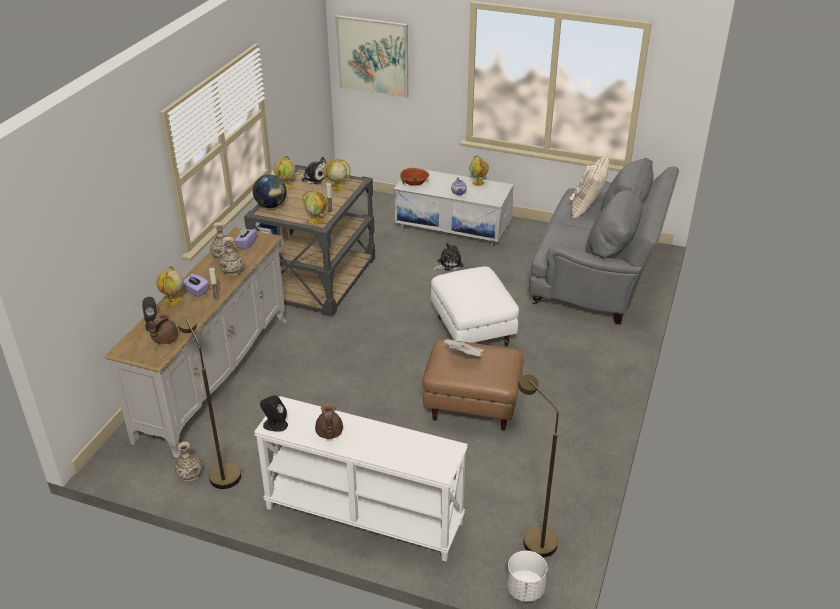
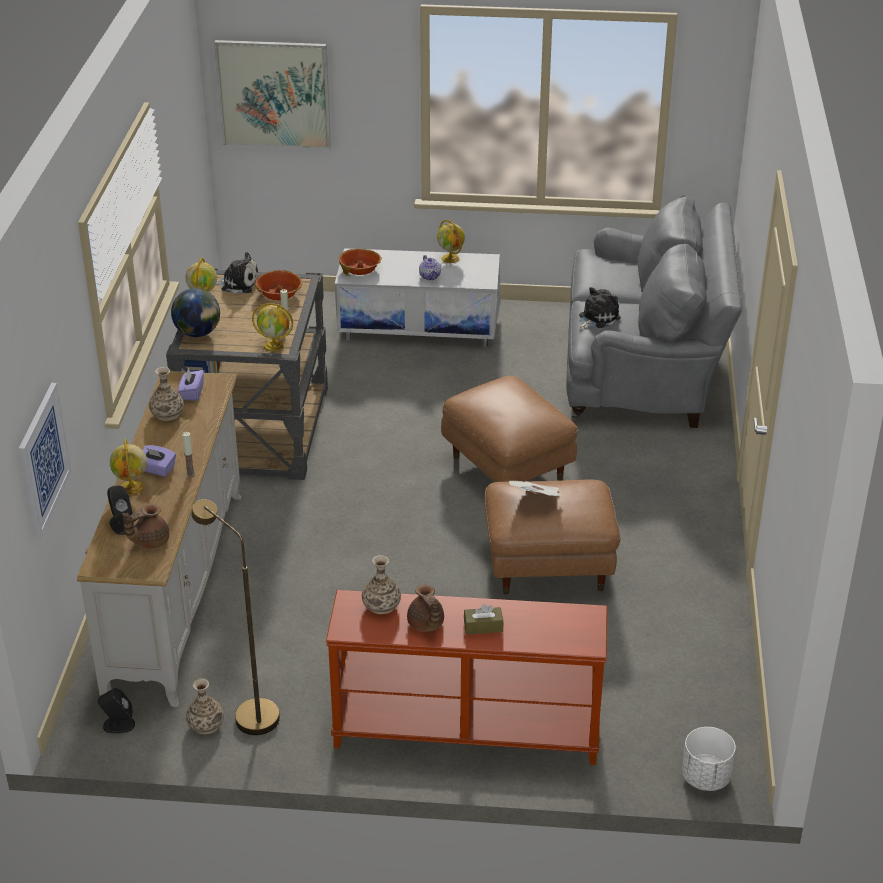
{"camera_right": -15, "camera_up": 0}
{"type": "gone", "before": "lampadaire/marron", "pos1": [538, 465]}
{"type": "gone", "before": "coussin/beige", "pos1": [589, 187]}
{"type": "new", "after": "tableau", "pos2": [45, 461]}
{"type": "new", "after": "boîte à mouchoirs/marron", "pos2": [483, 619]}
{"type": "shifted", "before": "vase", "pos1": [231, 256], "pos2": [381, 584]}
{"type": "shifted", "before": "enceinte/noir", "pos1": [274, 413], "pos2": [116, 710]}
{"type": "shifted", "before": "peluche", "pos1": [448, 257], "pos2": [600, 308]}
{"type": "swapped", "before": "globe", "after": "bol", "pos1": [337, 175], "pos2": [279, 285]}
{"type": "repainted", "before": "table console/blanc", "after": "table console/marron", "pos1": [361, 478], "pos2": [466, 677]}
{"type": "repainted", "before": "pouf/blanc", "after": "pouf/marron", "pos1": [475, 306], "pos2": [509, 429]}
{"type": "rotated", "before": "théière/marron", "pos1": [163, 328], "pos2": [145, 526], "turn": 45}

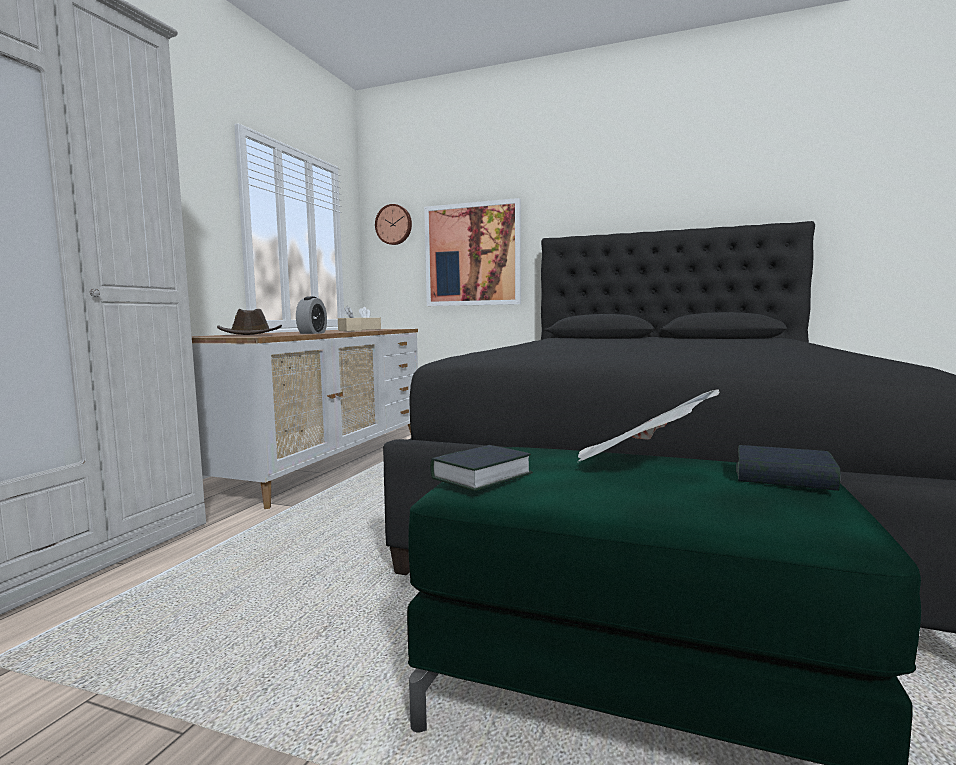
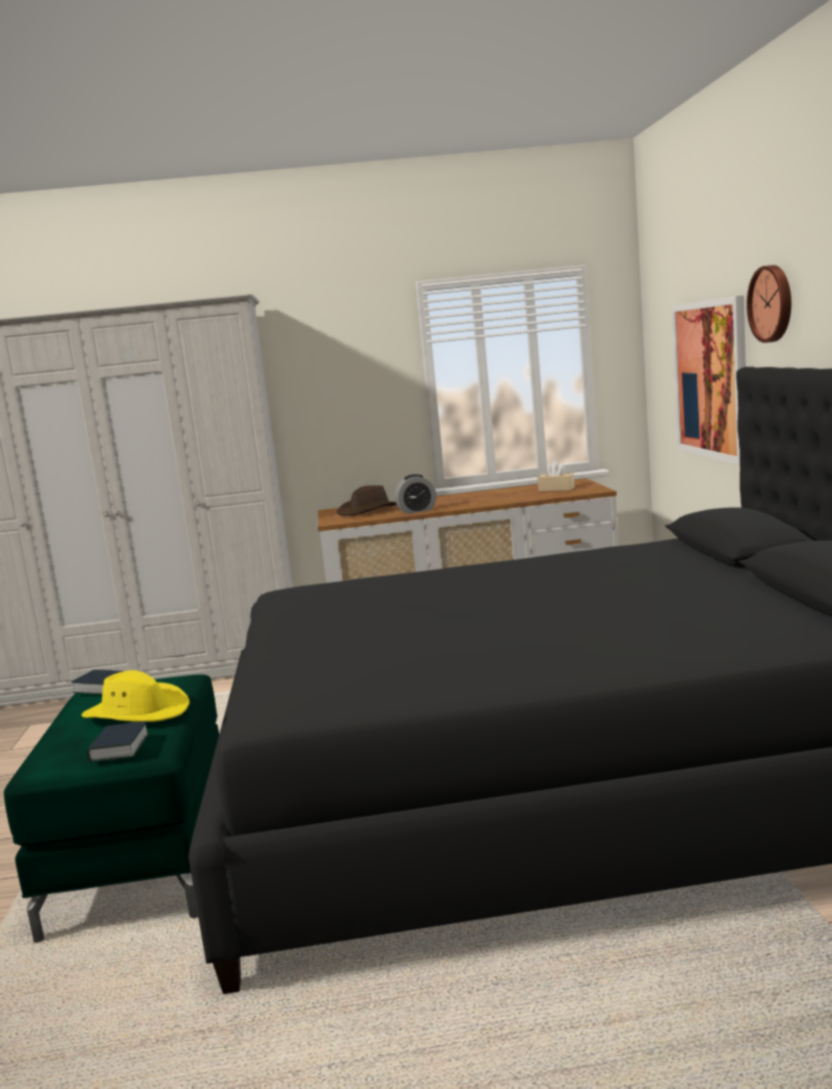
{"camera_right": 65, "camera_up": 5}
{"type": "gone", "before": "boîte à mouchoirs/beige", "pos1": [350, 318]}
{"type": "shifted", "before": "horloge murale", "pos1": [393, 224], "pos2": [769, 304]}
{"type": "swapped", "before": "journal", "after": "chapeau/jaune", "pos1": [648, 426], "pos2": [136, 696]}

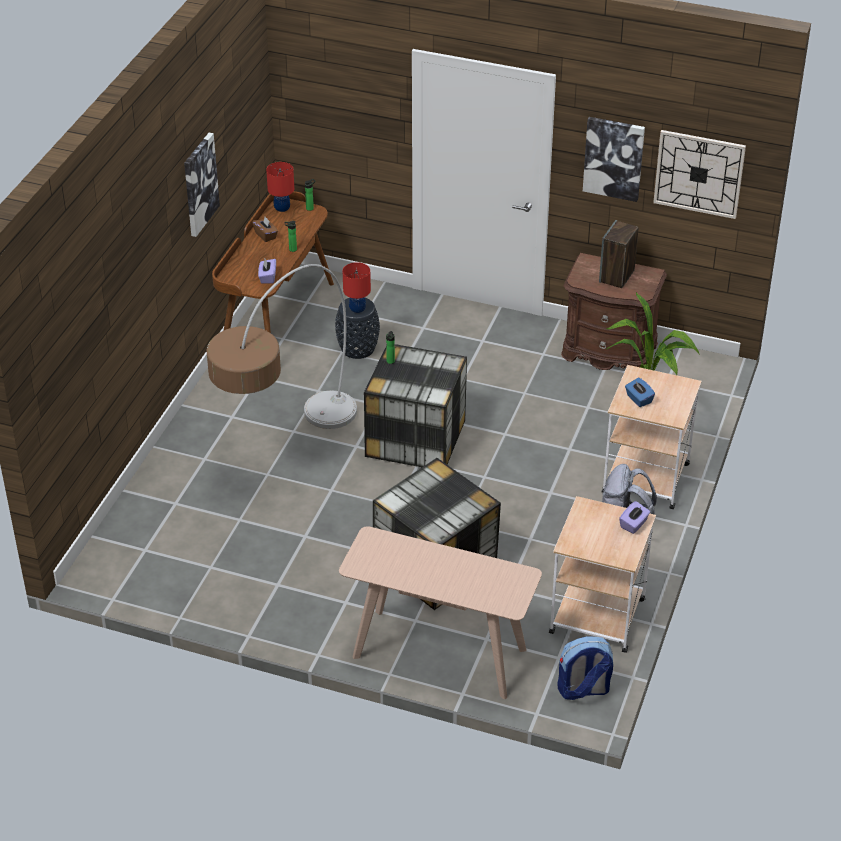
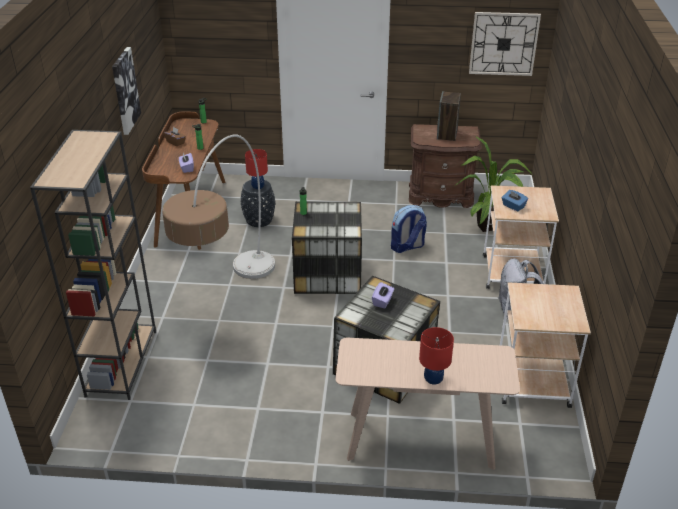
{"camera_right": -15, "camera_up": -5}
{"type": "gone", "before": "tableau", "pos1": [614, 159]}
{"type": "new", "after": "bibliothèque", "pos2": [93, 265]}
{"type": "shifted", "before": "lampe de table/rouge", "pos1": [280, 187], "pos2": [436, 356]}
{"type": "shifted", "before": "sac à dos", "pos1": [585, 668], "pos2": [409, 229]}
{"type": "shifted", "before": "boîte à mouchoirs/violet", "pos1": [634, 517], "pos2": [383, 295]}

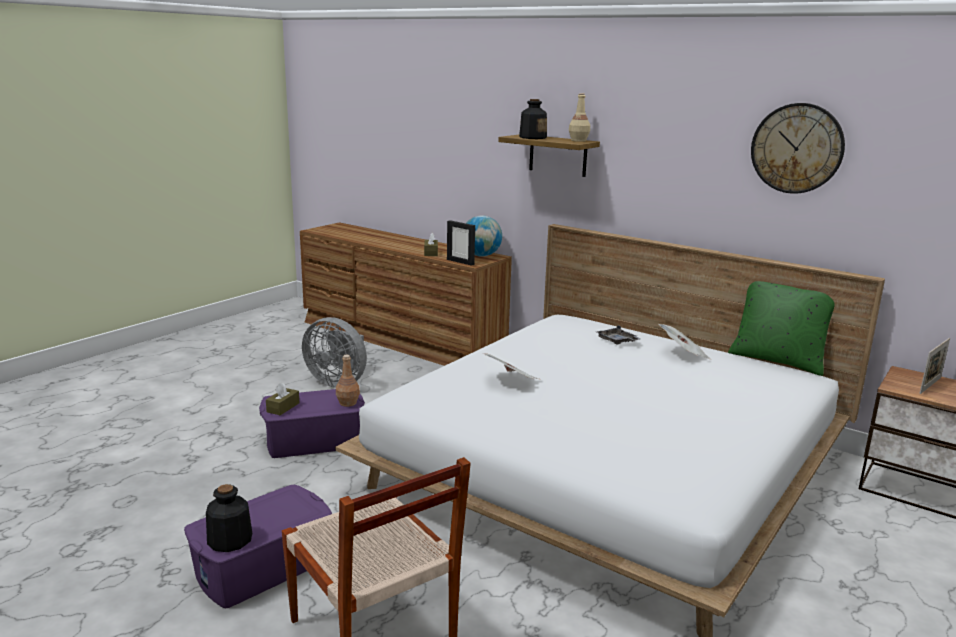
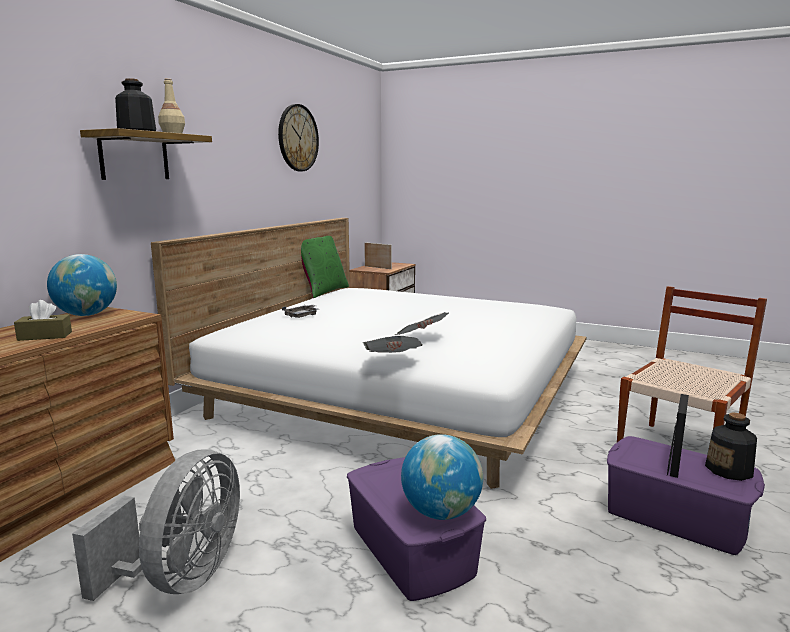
{"camera_right": -100, "camera_up": -5}
{"type": "gone", "before": "bouteille/marron", "pos1": [348, 381]}
{"type": "shifted", "before": "cadre photo", "pos1": [461, 243], "pos2": [678, 436]}
{"type": "shifted", "before": "journal", "pos1": [685, 342], "pos2": [393, 344]}
{"type": "swapped", "before": "boîte à mouchoirs/marron", "after": "globe", "pos1": [283, 398], "pos2": [442, 477]}

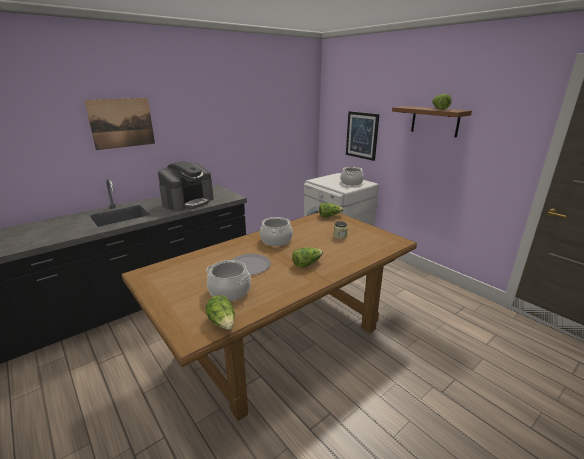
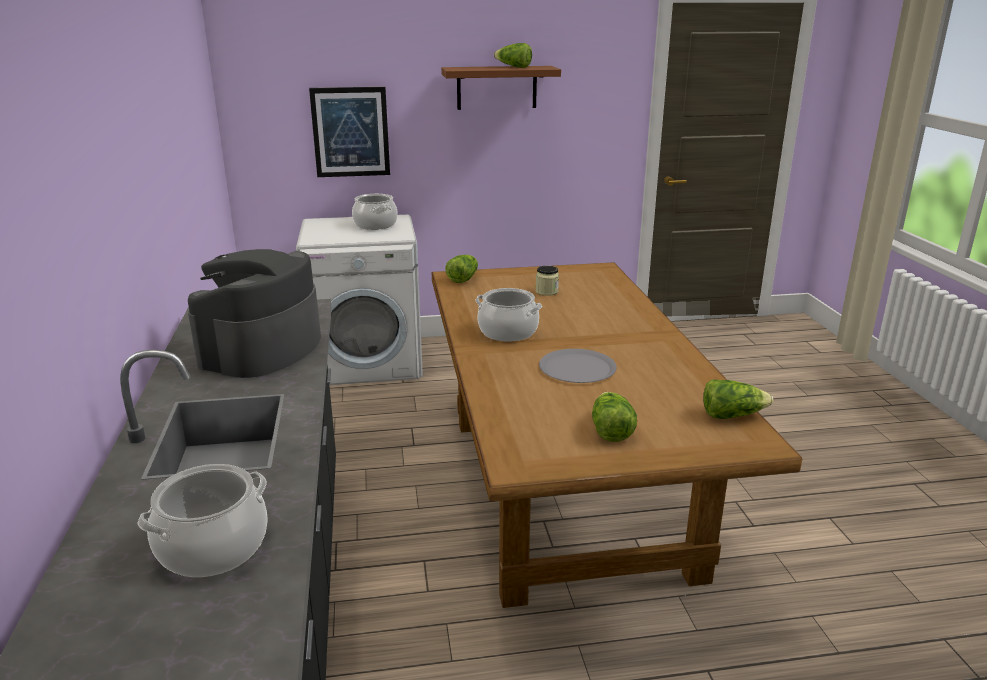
{"camera_right": -60, "camera_up": 0}
{"type": "gone", "before": "tableau", "pos1": [119, 124]}
{"type": "shifted", "before": "marmite", "pos1": [228, 280], "pos2": [202, 520]}
{"type": "shifted", "before": "laitue", "pos1": [307, 257], "pos2": [614, 417]}
{"type": "rotated", "before": "machine à café", "pos1": [186, 186], "pos2": [254, 313], "turn": -135}

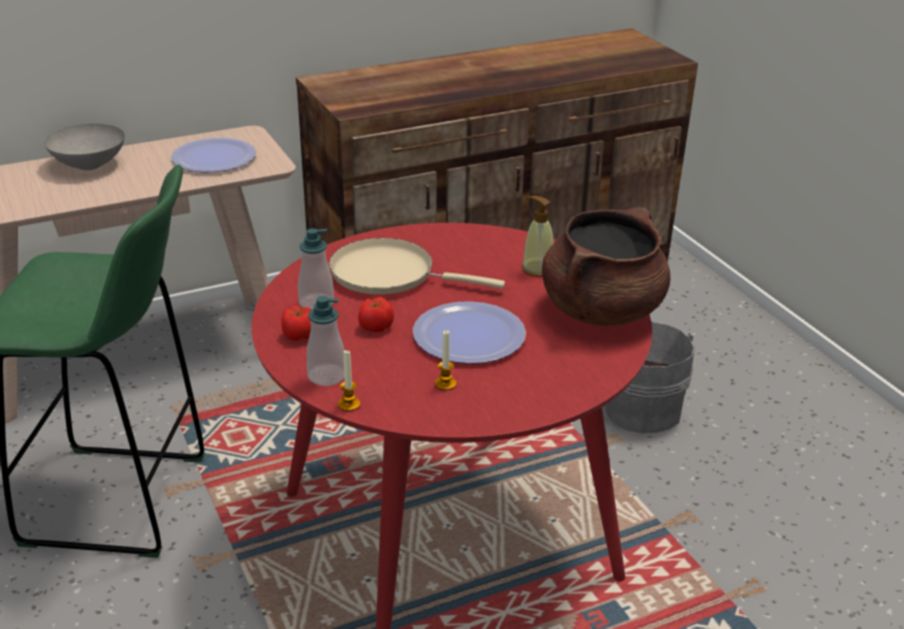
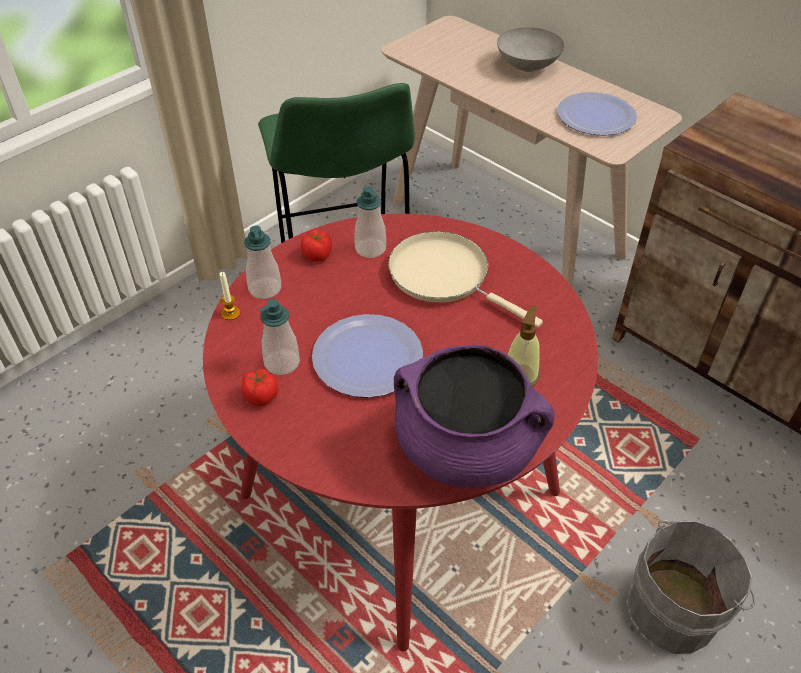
{"camera_right": 70, "camera_up": 15}
{"type": "shifted", "before": "tomate", "pos1": [376, 314], "pos2": [259, 388]}
{"type": "swapped", "before": "bougie", "after": "distributeur de savon", "pos1": [445, 360], "pos2": [279, 337]}
{"type": "repainted", "before": "marmite/marron", "after": "marmite/violet", "pos1": [606, 266], "pos2": [474, 416]}
{"type": "rotated", "before": "poêle/beige", "pos1": [417, 266], "pos2": [465, 279], "turn": -45}

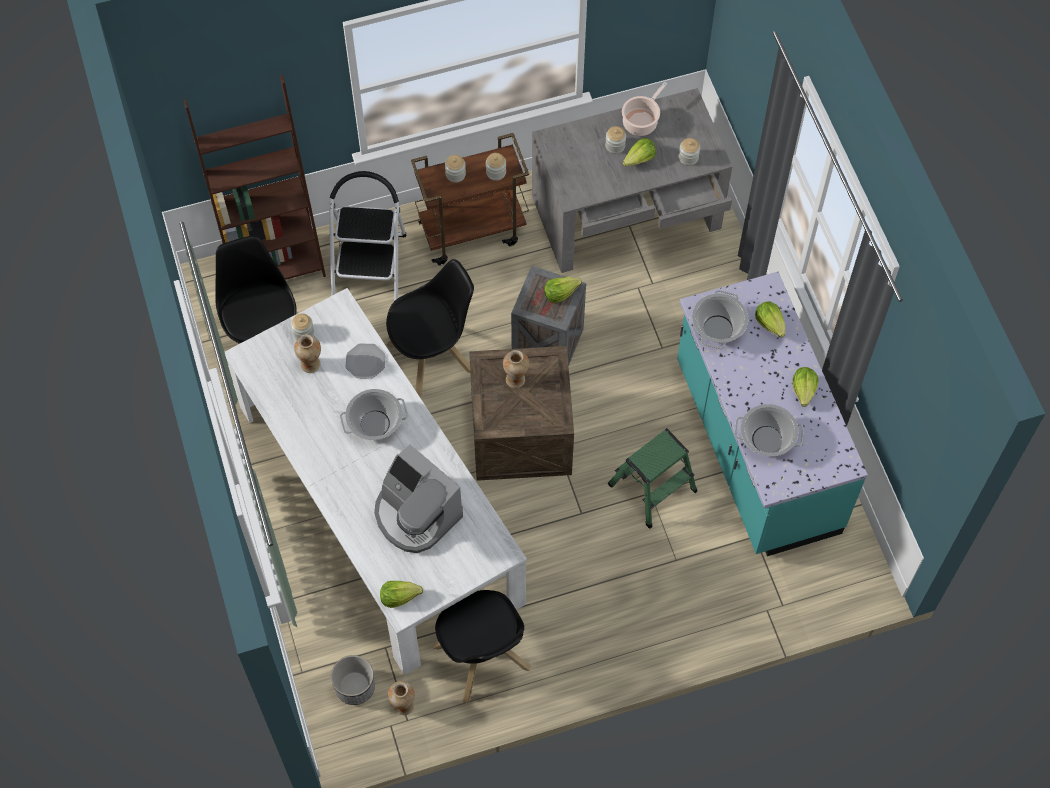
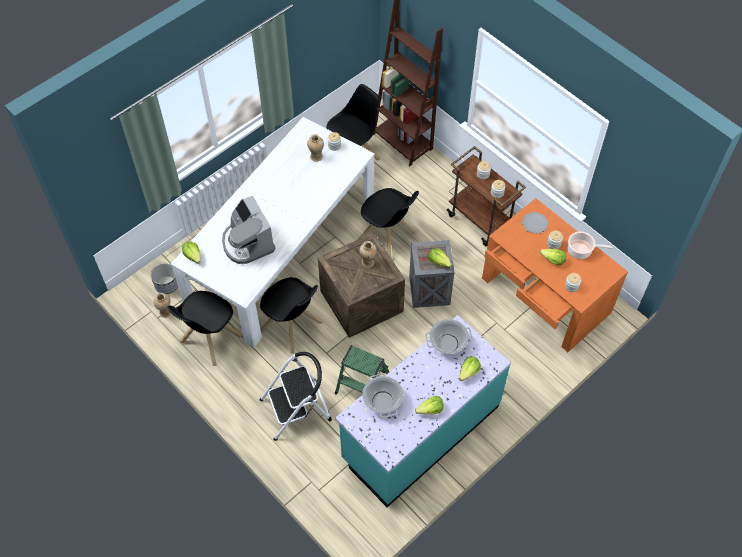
{"camera_right": 65, "camera_up": -5}
{"type": "gone", "before": "marmite", "pos1": [374, 414]}
{"type": "new", "after": "chaise/noir", "pos2": [291, 315]}
{"type": "shifted", "before": "escabeau", "pos1": [367, 236], "pos2": [295, 396]}
{"type": "shifted", "before": "assiette", "pos1": [366, 361], "pos2": [535, 223]}
{"type": "repainted", "before": "bureau/gris", "after": "bureau/orange", "pos1": [632, 180], "pos2": [555, 275]}
{"type": "rotated", "before": "machine à café", "pos1": [418, 498], "pos2": [248, 229], "turn": -45}

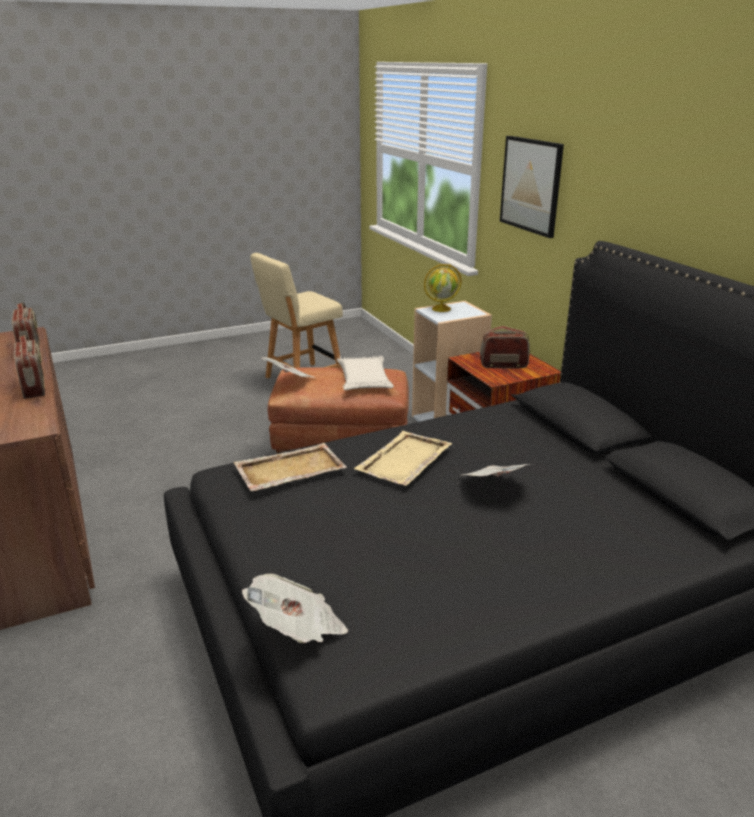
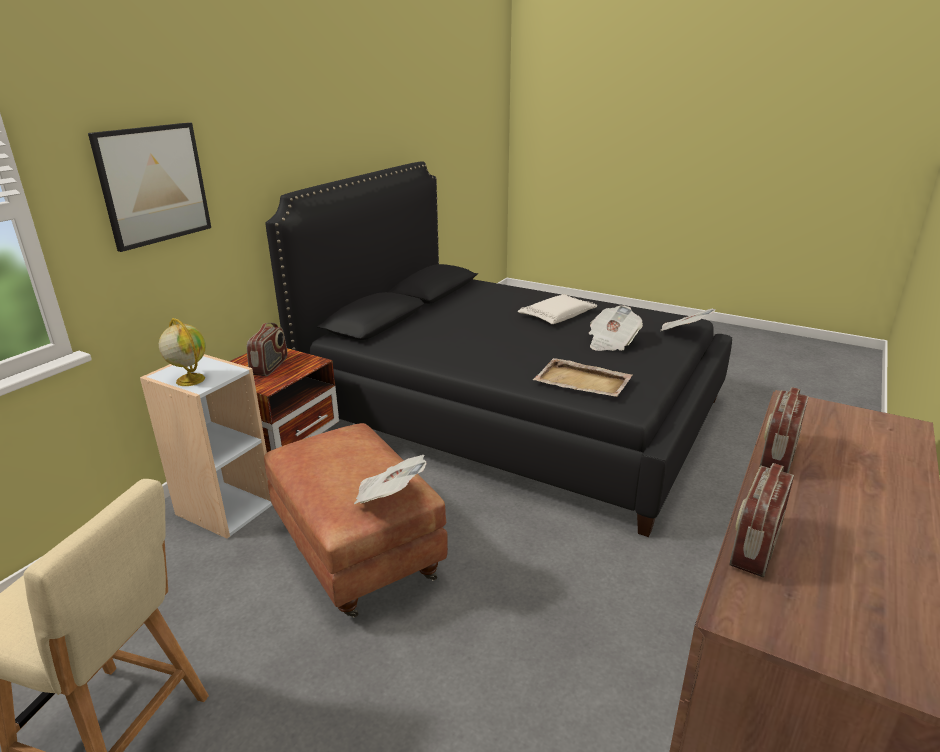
{"camera_right": -125, "camera_up": 0}
{"type": "gone", "before": "plateau/beige", "pos1": [403, 458]}
{"type": "shifted", "before": "coussin/blanc", "pos1": [365, 372], "pos2": [557, 309]}
{"type": "shifted", "before": "journal", "pos1": [496, 470], "pos2": [616, 328]}
{"type": "rotated", "before": "radio", "pos1": [505, 347], "pos2": [267, 349], "turn": -135}

